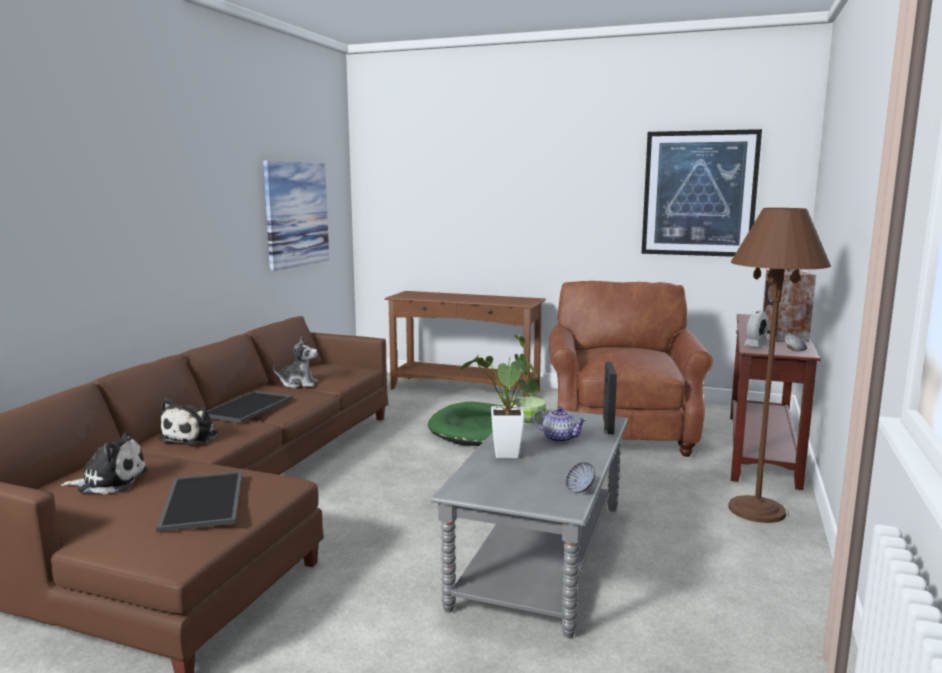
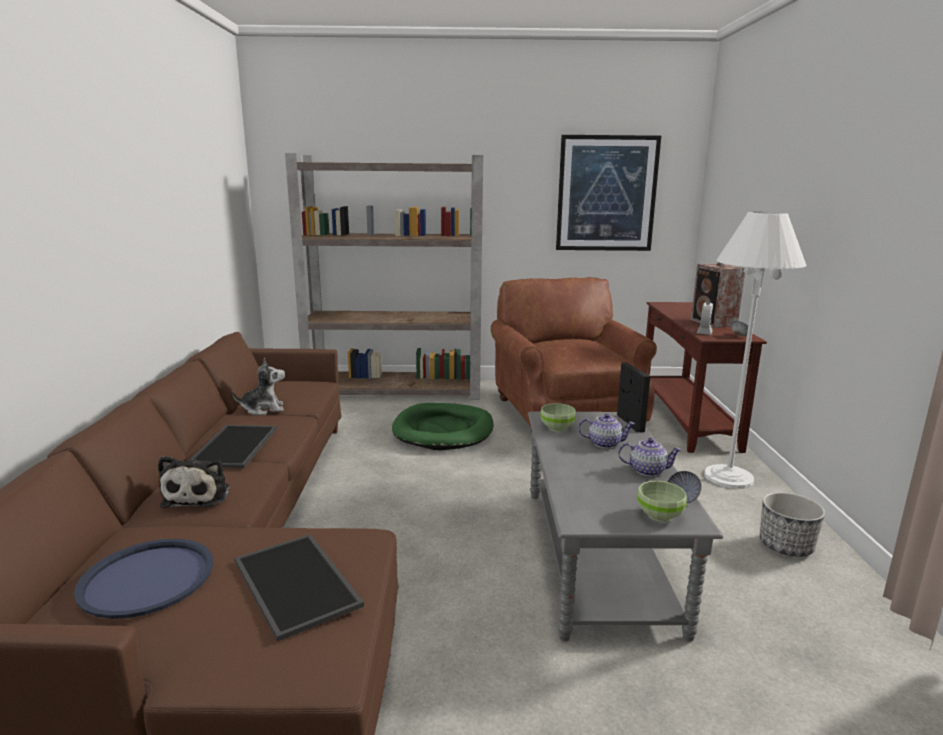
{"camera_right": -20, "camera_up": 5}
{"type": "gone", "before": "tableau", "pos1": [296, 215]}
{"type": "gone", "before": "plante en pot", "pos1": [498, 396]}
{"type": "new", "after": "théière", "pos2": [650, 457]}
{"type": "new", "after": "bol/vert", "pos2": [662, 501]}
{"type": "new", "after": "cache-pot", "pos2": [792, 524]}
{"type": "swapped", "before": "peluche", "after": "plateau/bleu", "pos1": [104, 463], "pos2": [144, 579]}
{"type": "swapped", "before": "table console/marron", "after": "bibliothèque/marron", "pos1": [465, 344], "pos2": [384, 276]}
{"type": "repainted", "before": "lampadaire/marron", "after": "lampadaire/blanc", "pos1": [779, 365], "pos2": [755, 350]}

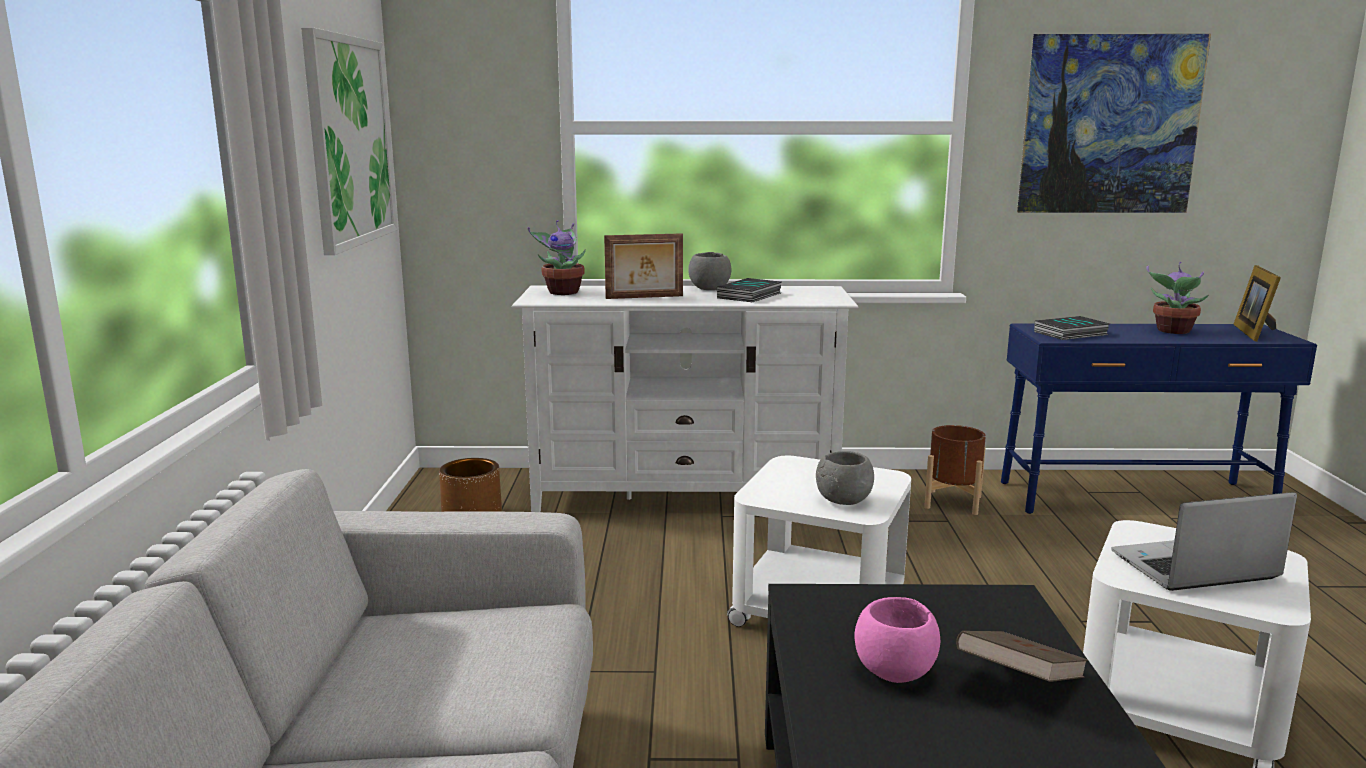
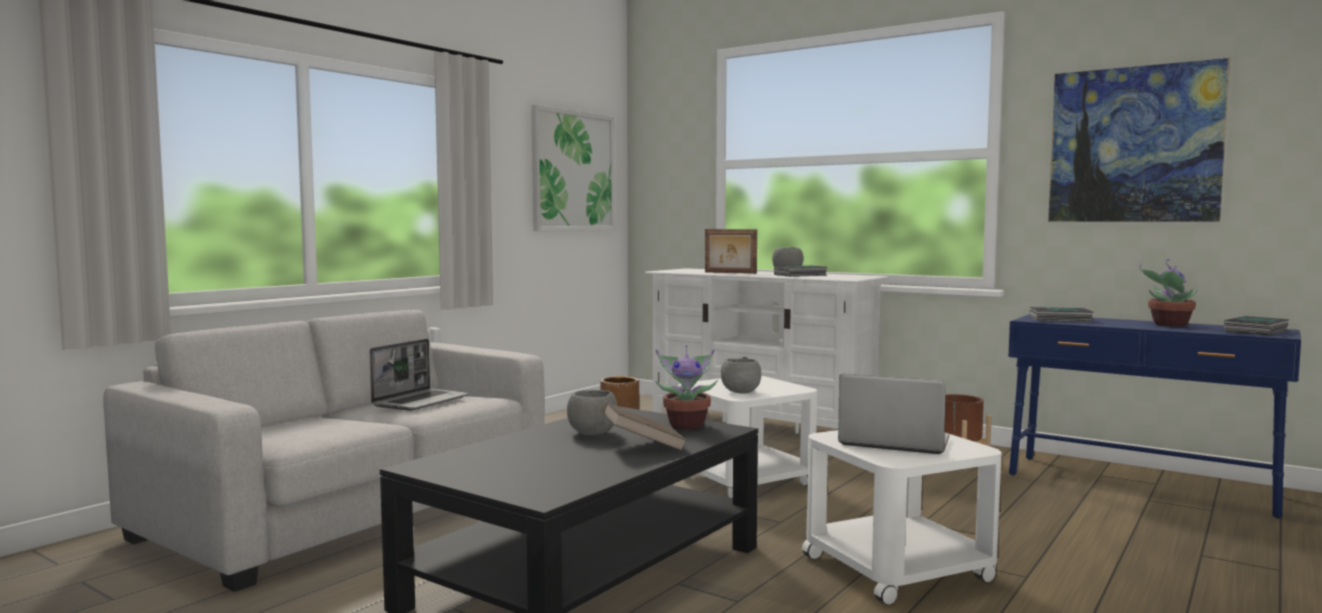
{"camera_right": 35, "camera_up": -10}
{"type": "new", "after": "ordinateur portable", "pos2": [419, 375]}
{"type": "shifted", "before": "plante en pot", "pos1": [556, 257], "pos2": [687, 387]}
{"type": "swapped", "before": "cadre photo", "after": "livre", "pos1": [1257, 303], "pos2": [1257, 325]}
{"type": "repainted", "before": "bol/rose", "after": "bol/gris", "pos1": [897, 640], "pos2": [592, 413]}

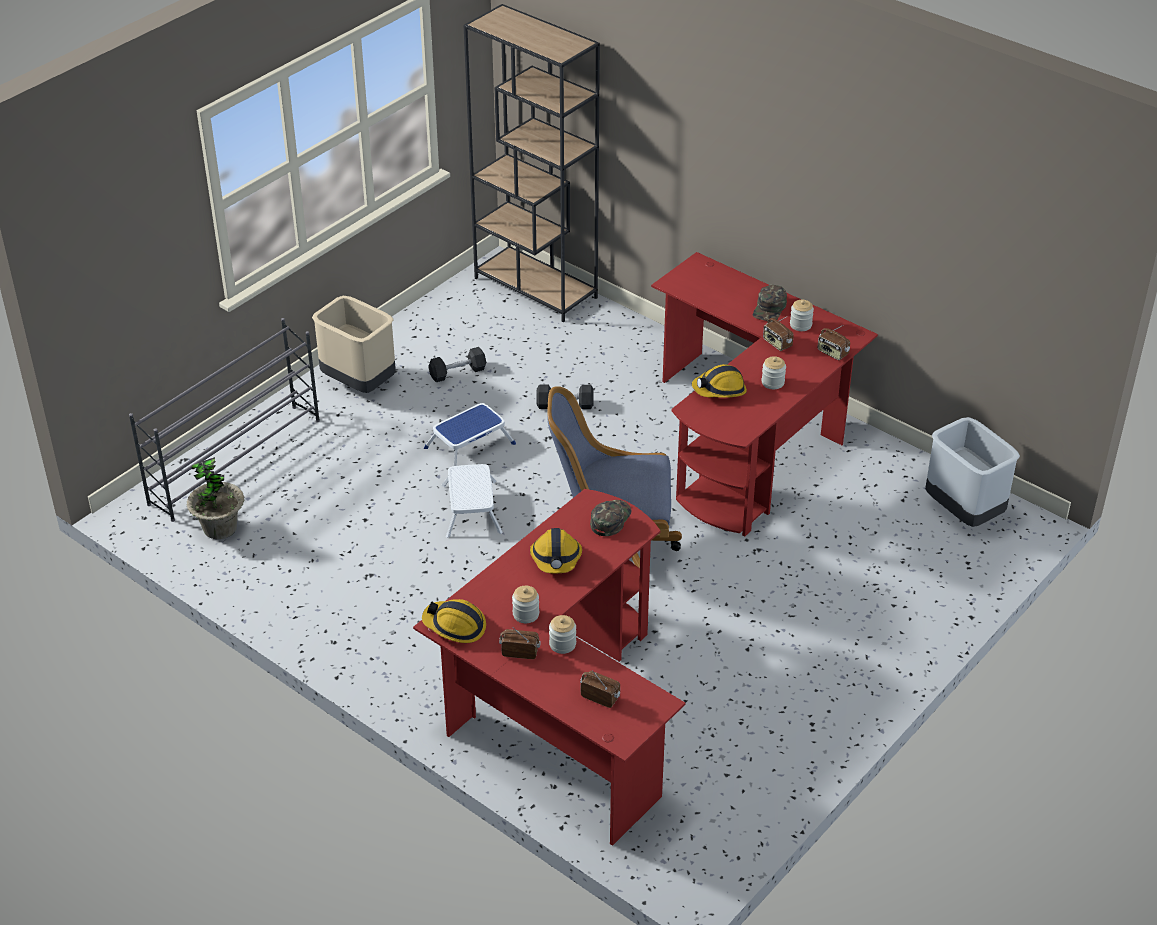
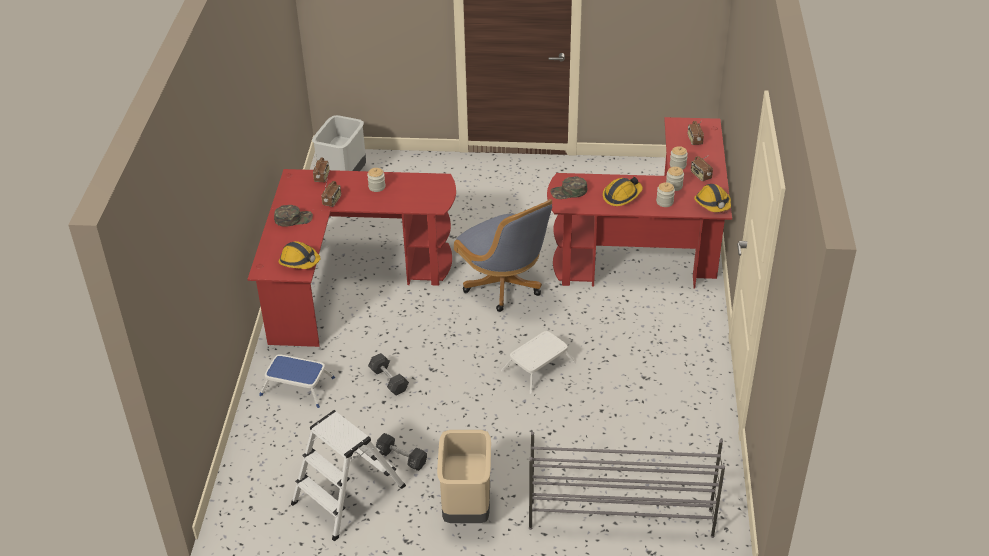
{"camera_right": -125, "camera_up": 0}
{"type": "gone", "before": "plante en pot", "pos1": [215, 498]}
{"type": "gone", "before": "bibliothèque", "pos1": [532, 163]}
{"type": "new", "after": "escabeau/blanc", "pos2": [348, 475]}
{"type": "shifted", "before": "escabeau/bleu", "pos1": [470, 434], "pos2": [297, 381]}
{"type": "shifted", "before": "casque de chantier", "pos1": [719, 381], "pos2": [299, 255]}
{"type": "shifted", "before": "bocal", "pos1": [802, 315], "pos2": [665, 194]}

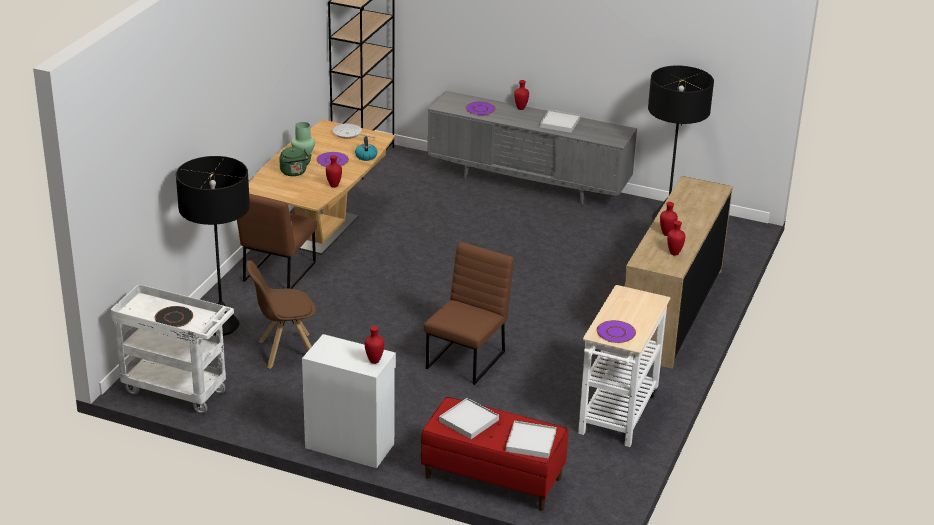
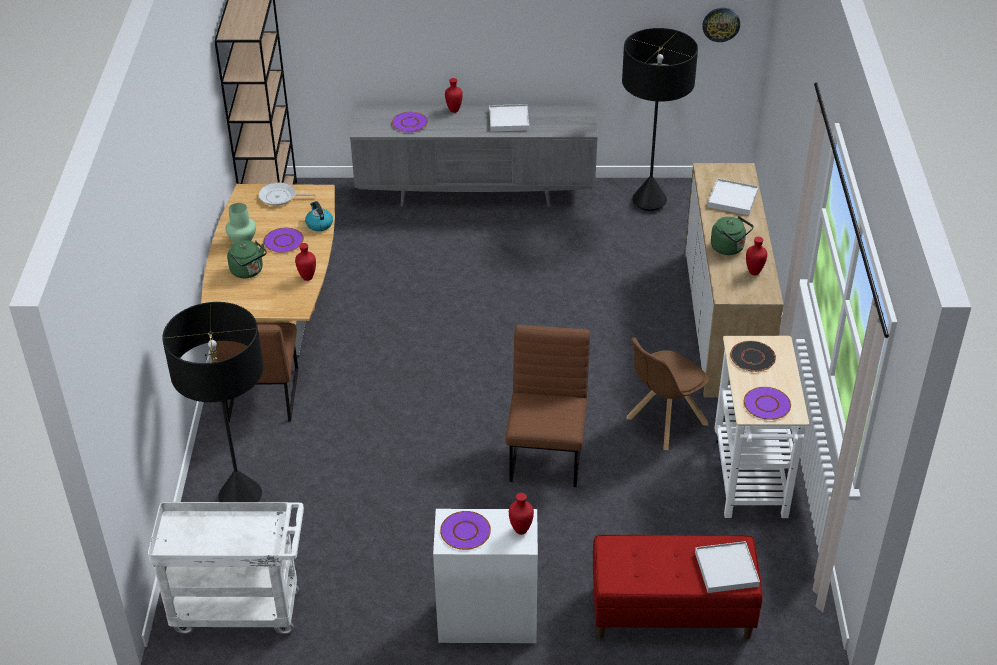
{"camera_right": -20, "camera_up": 10}
{"type": "new", "after": "assiette/violet", "pos2": [465, 530]}
{"type": "new", "after": "horloge murale", "pos2": [721, 25]}
{"type": "shifted", "before": "assiette/noir", "pos1": [174, 316], "pos2": [753, 356]}
{"type": "shifted", "before": "chaise/marron", "pos1": [281, 314], "pos2": [668, 393]}
{"type": "shifted", "before": "plateau/blanc", "pos1": [469, 418], "pos2": [733, 196]}
{"type": "swapped", "before": "vase/rouge", "after": "bouilloire/vert", "pos1": [669, 219], "pos2": [732, 235]}

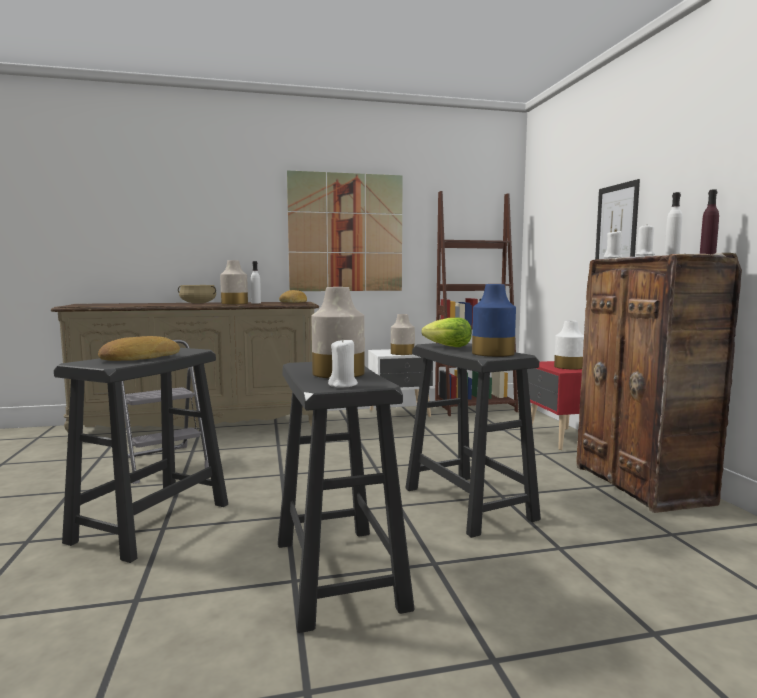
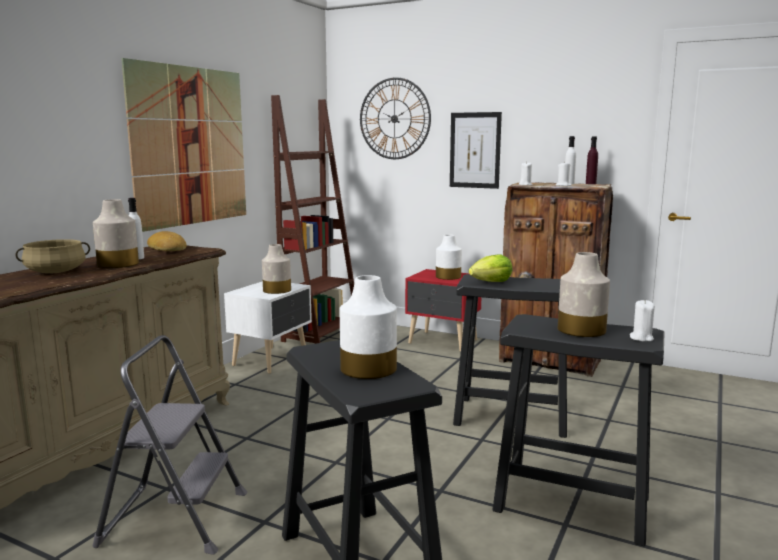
{"camera_right": -50, "camera_up": 5}
{"type": "gone", "before": "vase/bleu", "pos1": [494, 320]}
{"type": "new", "after": "horloge murale", "pos2": [395, 118]}
{"type": "swapped", "before": "pain", "after": "vase/blanc", "pos1": [139, 348], "pos2": [368, 327]}

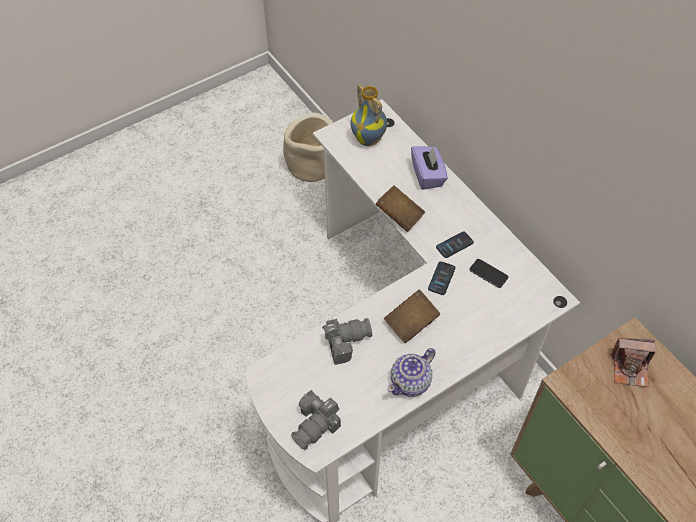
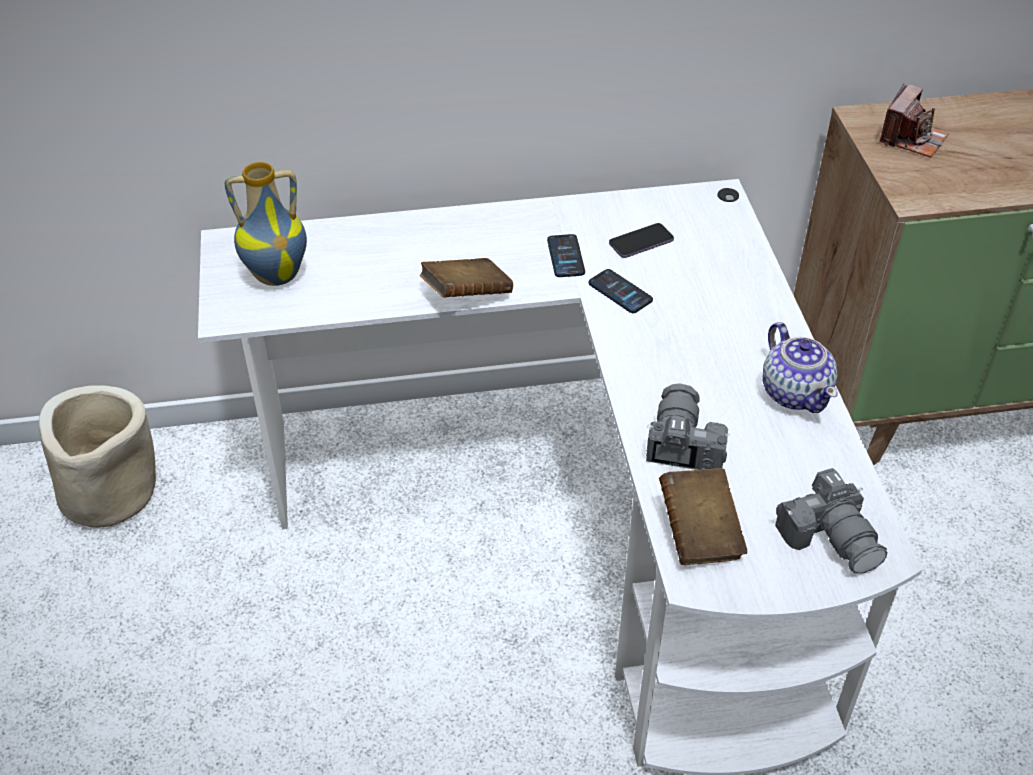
{"camera_right": -65, "camera_up": -10}
{"type": "gone", "before": "boîte à mouchoirs/violet", "pos1": [429, 167]}
{"type": "shifted", "before": "livre/marron", "pos1": [412, 316], "pos2": [703, 516]}

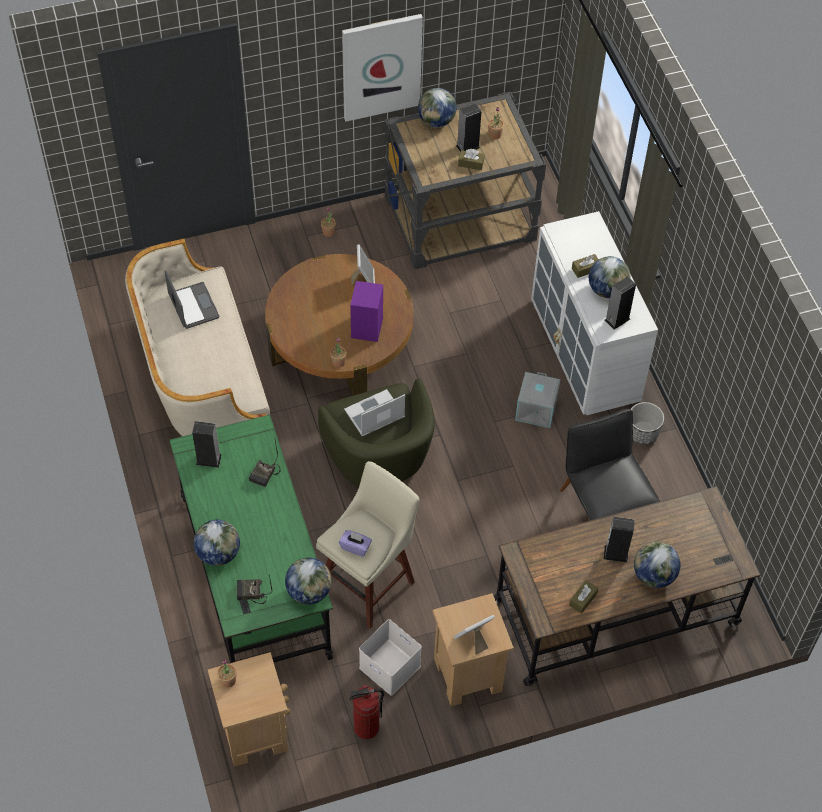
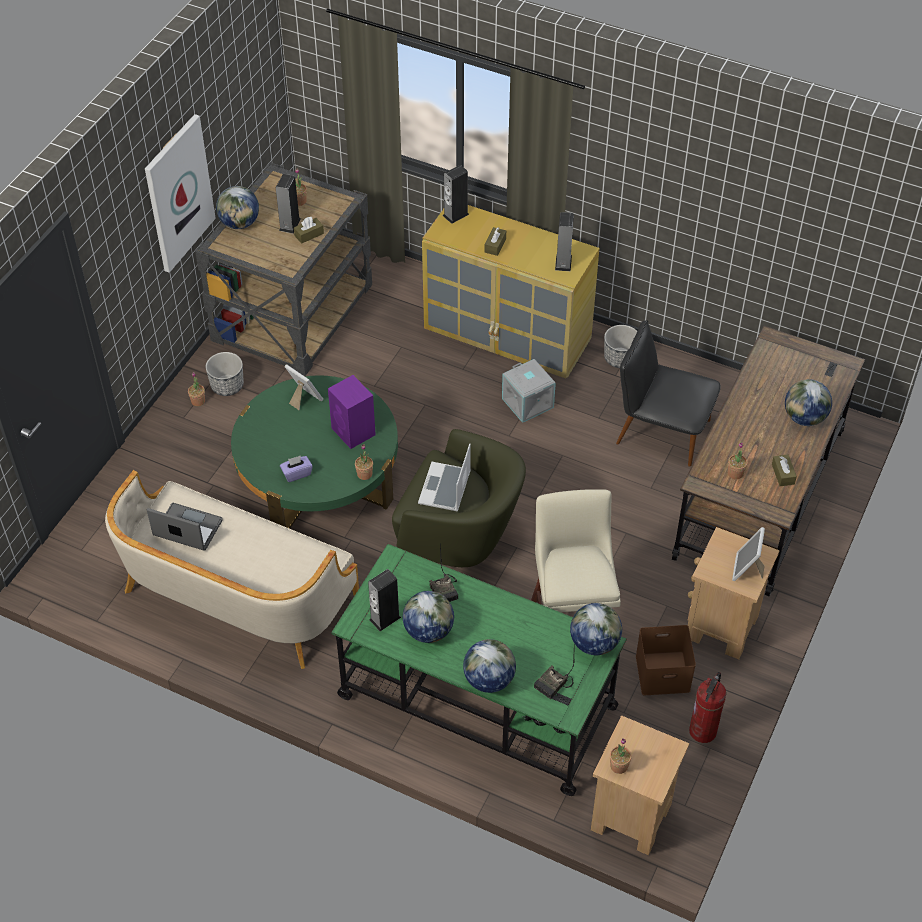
{"camera_right": -45, "camera_up": -5}
{"type": "new", "after": "cache-pot", "pos2": [225, 374]}
{"type": "new", "after": "plante en pot", "pos2": [738, 460]}
{"type": "shifted", "before": "boîte à mouchoirs/violet", "pos1": [355, 543], "pos2": [296, 469]}
{"type": "shifted", "before": "globe", "pos1": [610, 277], "pos2": [428, 617]}
{"type": "shifted", "before": "enceinte", "pos1": [619, 540], "pos2": [456, 194]}
{"type": "repainted", "before": "table basse/marron", "after": "table basse/vert", "pos1": [339, 325], "pos2": [314, 452]}
{"type": "repainted", "before": "boîte de rangement/blanc", "after": "boîte de rangement/marron", "pos1": [390, 657], "pos2": [666, 660]}
{"type": "repainted", "before": "meuble de rangement/blanc", "after": "meuble de rangement/jaune", "pos1": [594, 313], "pos2": [510, 291]}

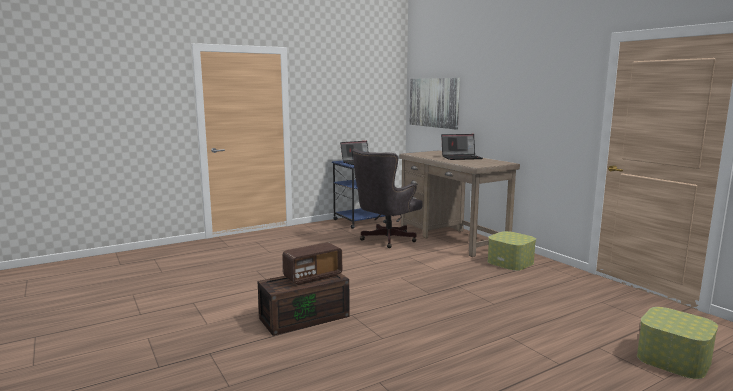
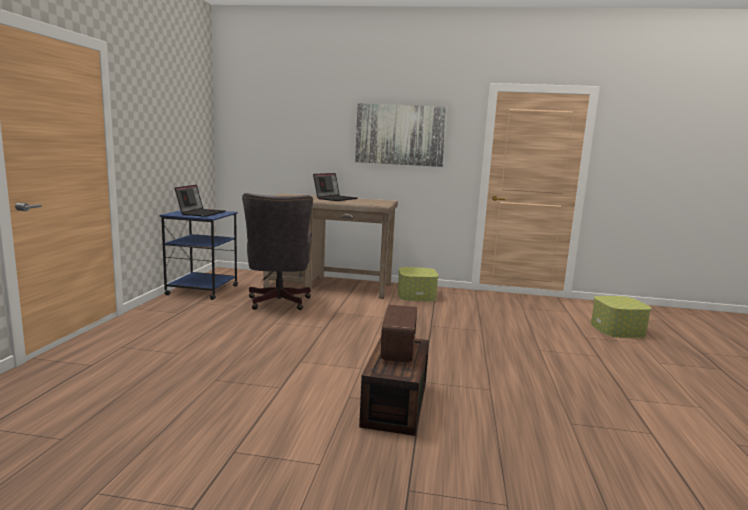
{"camera_right": -50, "camera_up": 0}
{"type": "shifted", "before": "tableau", "pos1": [435, 103], "pos2": [401, 135]}

